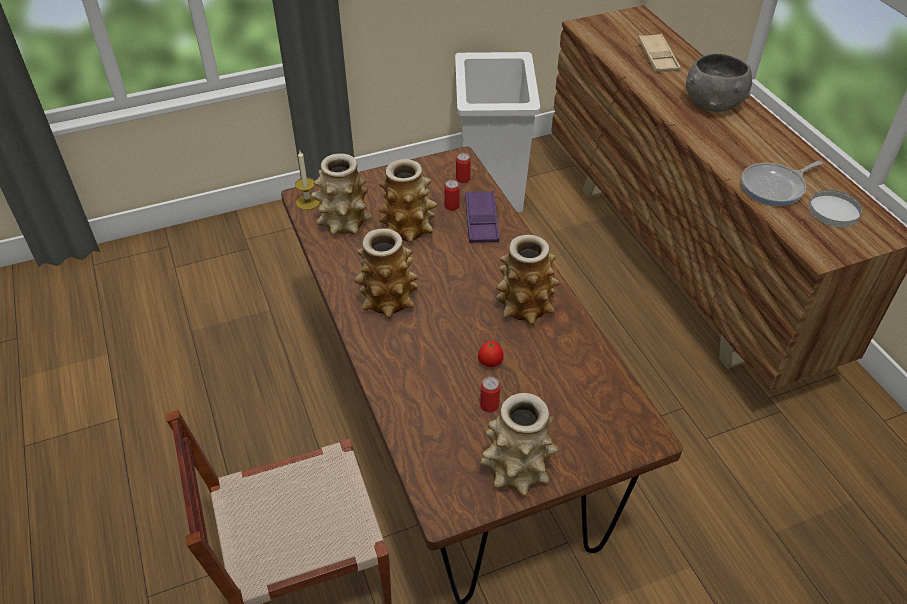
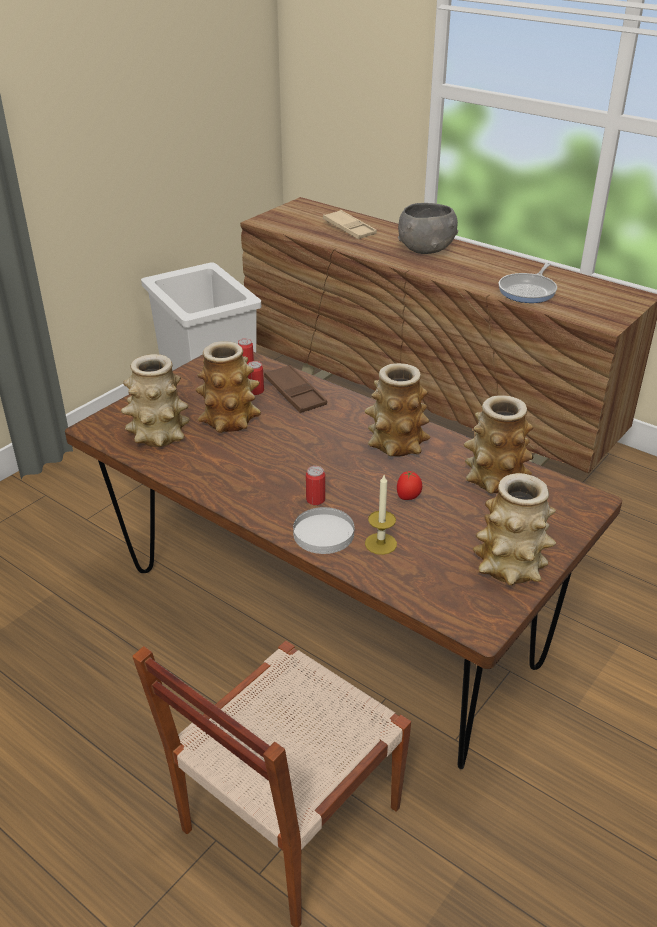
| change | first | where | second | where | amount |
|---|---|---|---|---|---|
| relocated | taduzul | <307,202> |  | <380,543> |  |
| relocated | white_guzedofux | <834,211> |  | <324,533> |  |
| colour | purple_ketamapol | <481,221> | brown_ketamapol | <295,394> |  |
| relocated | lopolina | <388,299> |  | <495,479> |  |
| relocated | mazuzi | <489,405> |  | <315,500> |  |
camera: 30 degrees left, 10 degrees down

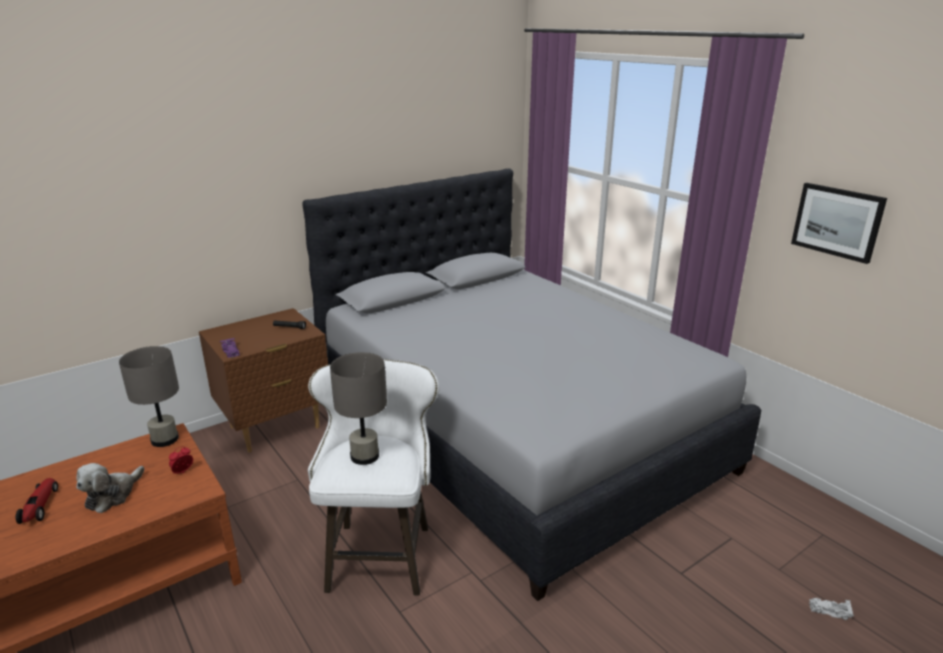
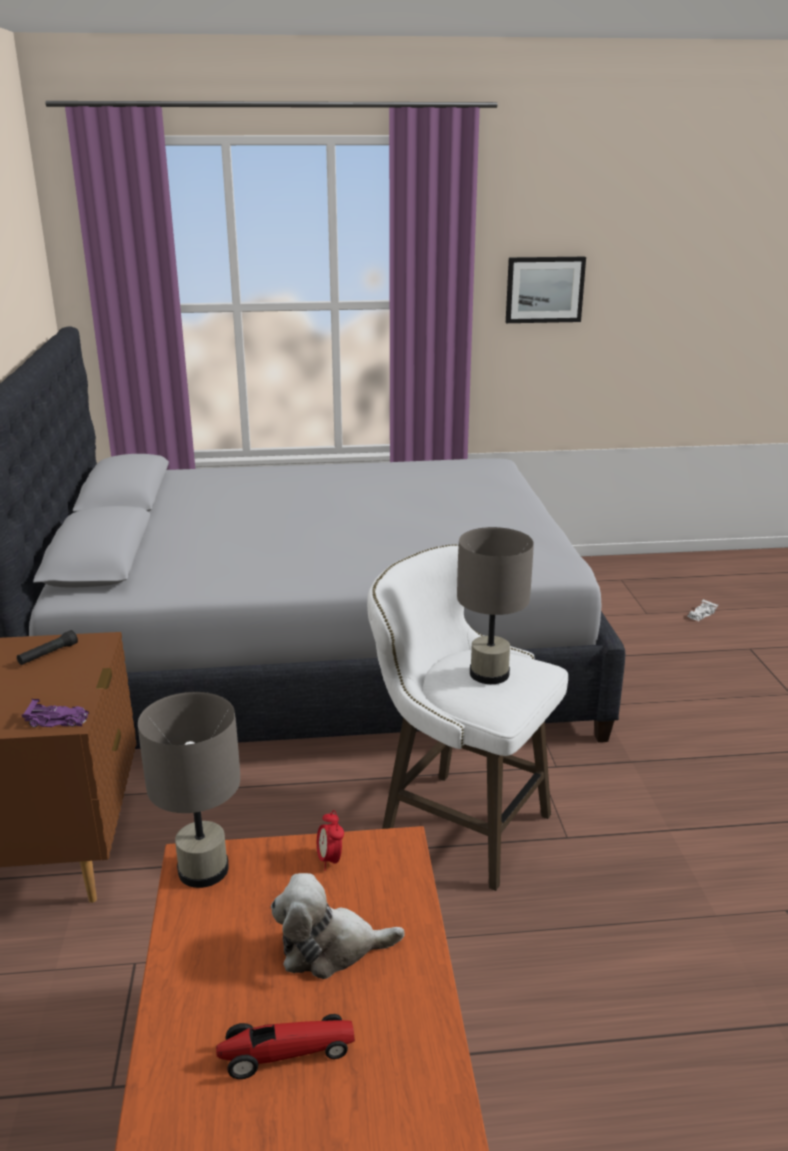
| change | first | where | second | where | amount |
|---|---|---|---|---|---|
| spun | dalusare | <112,495> |  | <330,948> | 120 degrees clockwise |
| spun | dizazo | <40,506> |  | <286,1053> | 150 degrees clockwise |
camera: 60 degrees left, 0 degrees up

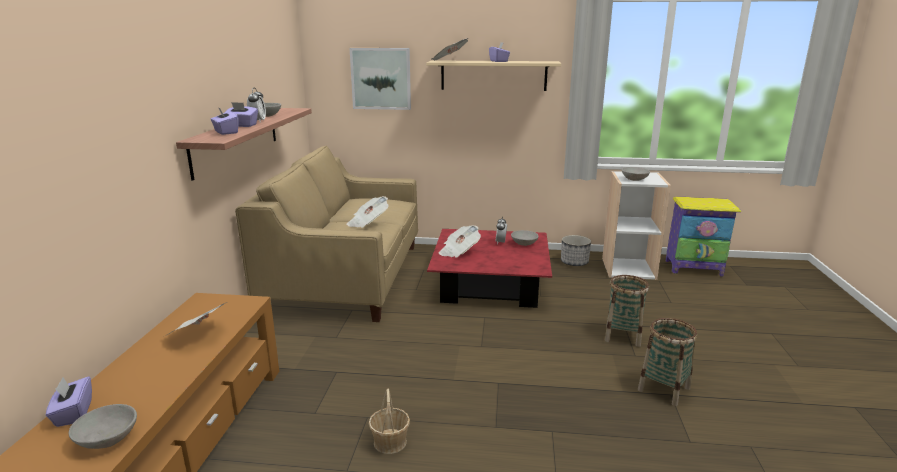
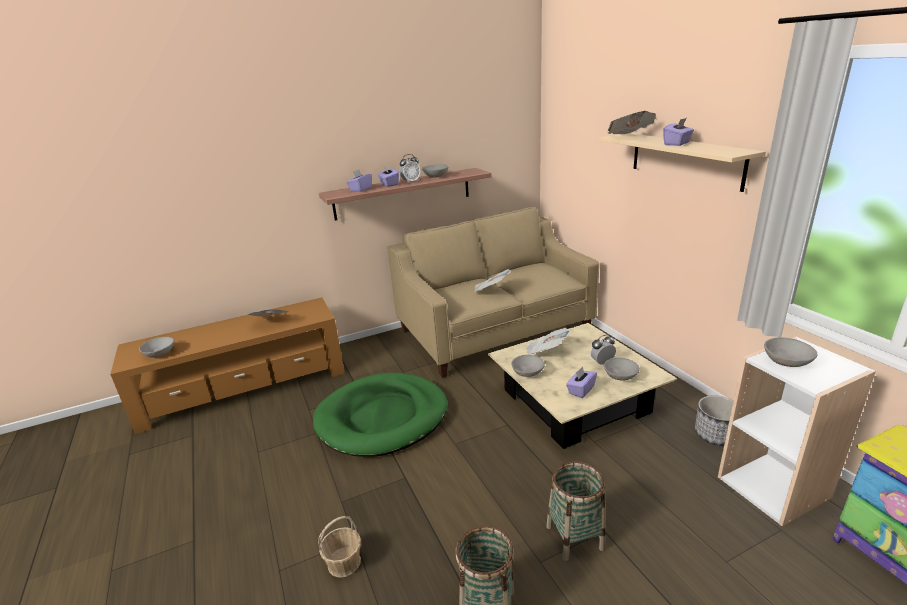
| change | first | where | second | where | amount |
|---|---|---|---|---|---|
| missing | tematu | <381,78> |  |  |  |
| colour | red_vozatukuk | <489,284> | beige_vozatukuk | <575,401> |  |
| relocated | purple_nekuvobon | <73,413> |  | <580,390> |  |
| relocated | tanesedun | <390,442> |  | <344,562> |  |
| appeared |  |  | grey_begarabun | <527,373> |  |
| appeared |  |  | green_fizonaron | <382,418> |  |
camera: 60 degrees right, 5 degrees up

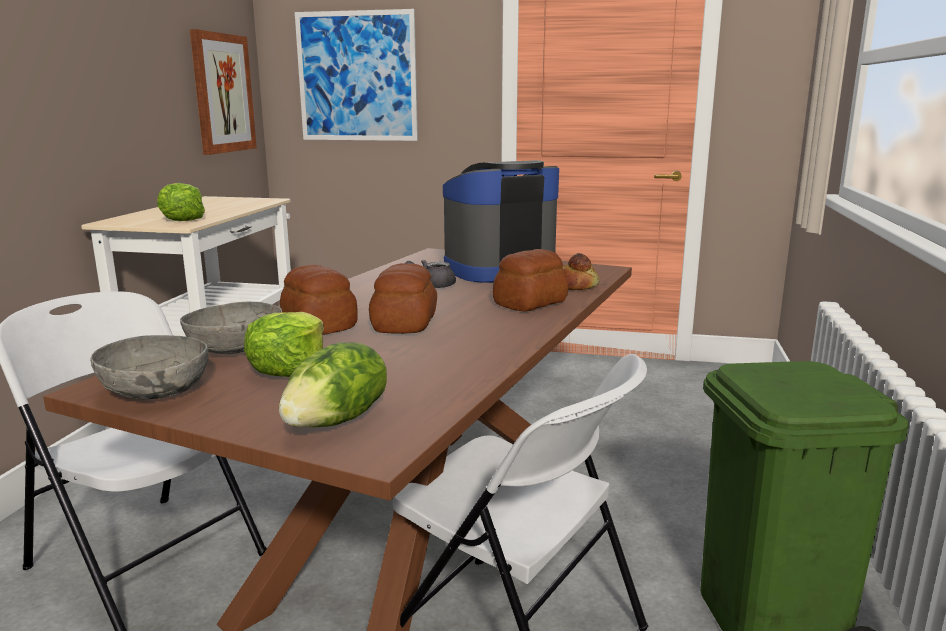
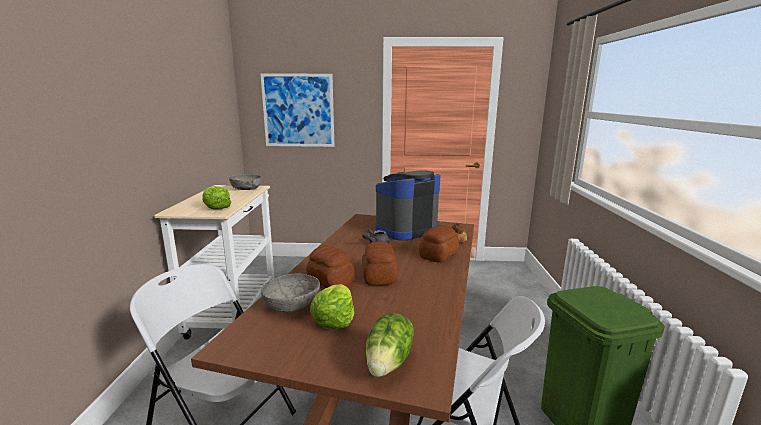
| change | first | where | second | where | amount |
|---|---|---|---|---|---|
| missing | tematu | <222,93> |  |  |  |
| relocated | grey_begarabun | <156,391> |  | <246,189> |  |
camera: 10 degrees left, 0 degrees up

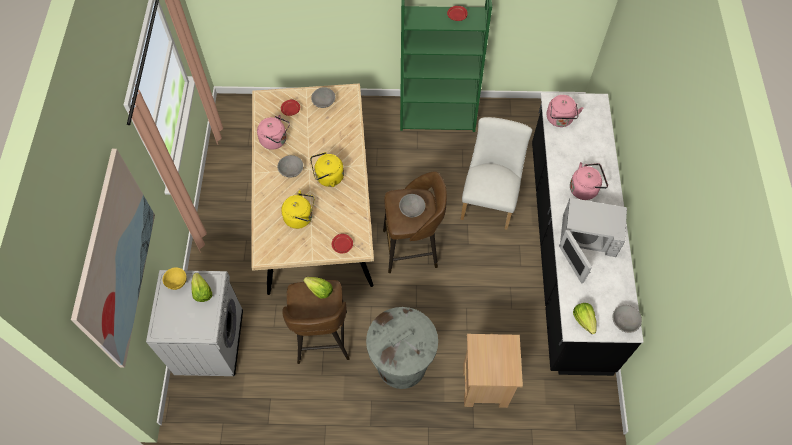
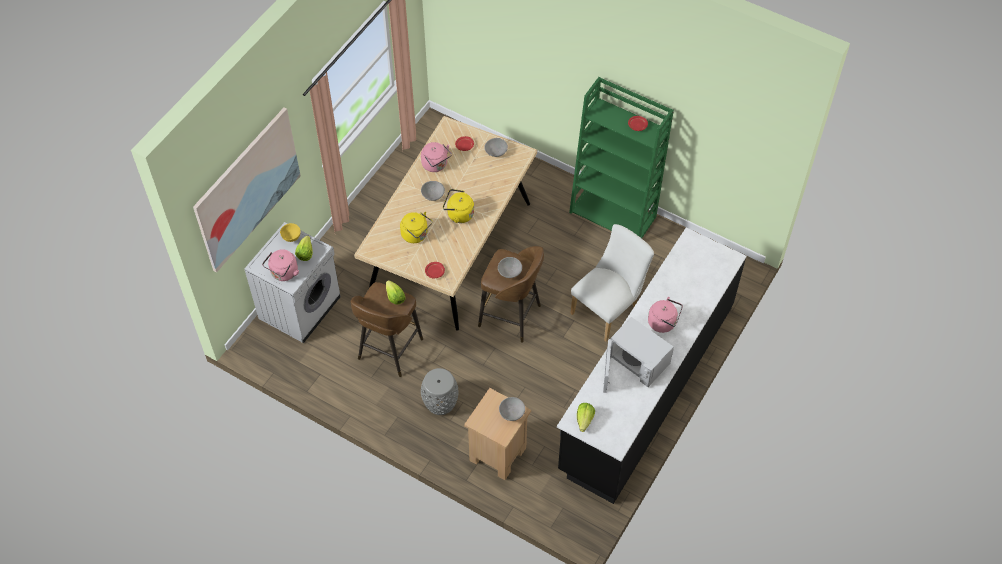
| change | first | where | second | where | amount |
|---|---|---|---|---|---|
| relocated | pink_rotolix | <560,120> |  | <283,273> |  |
| relocated | grey_begarabun | <624,322> |  | <511,413> |  |
| exchanged | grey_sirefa | <402,364> | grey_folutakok | <440,403> |  |
camera: 30 degrees right, 5 degrees down

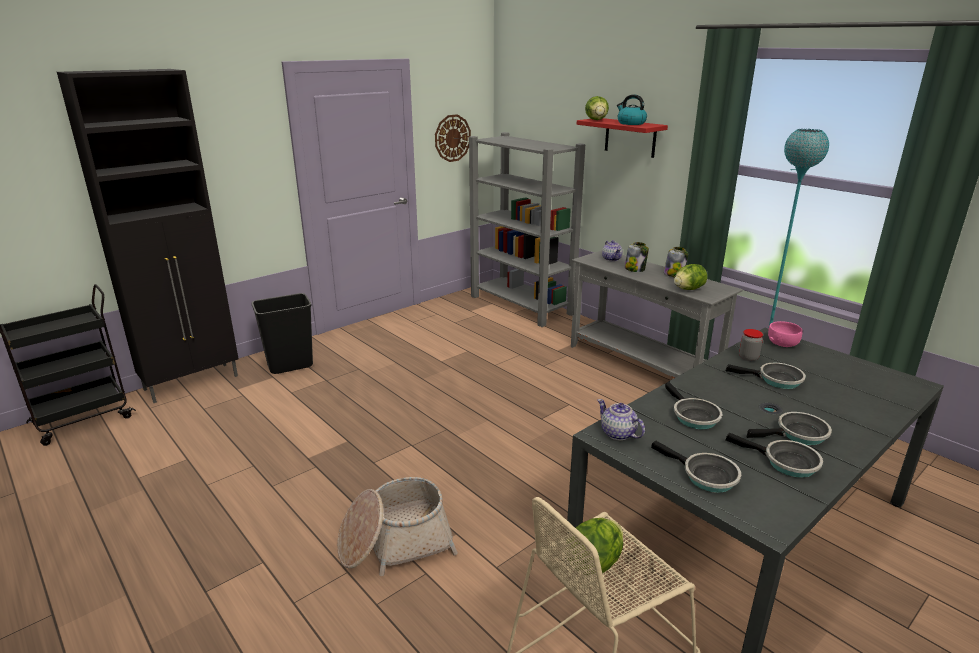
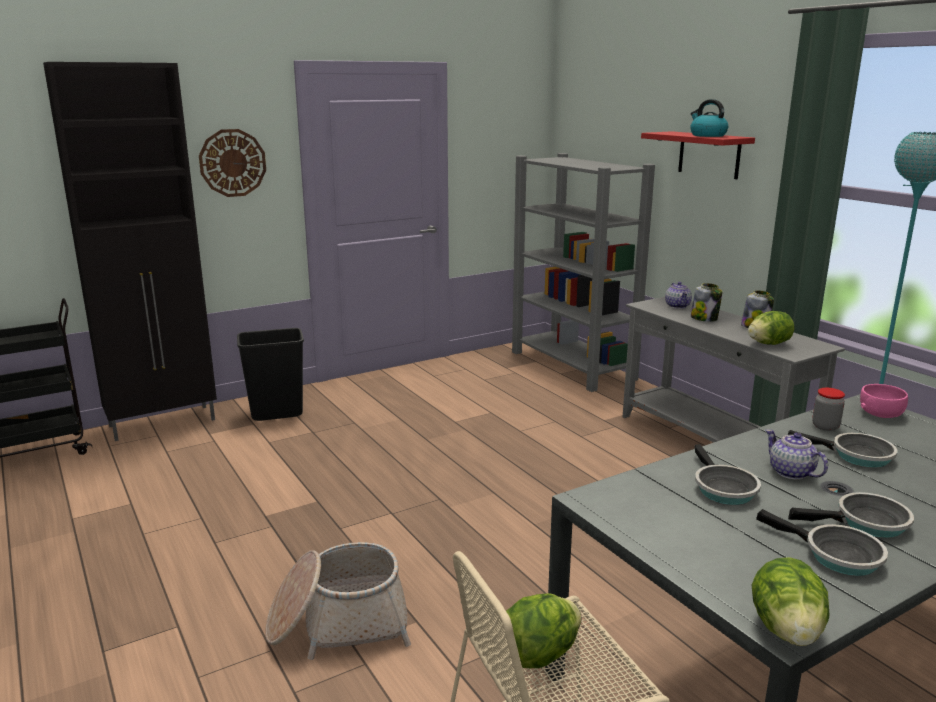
| change | first | where | second | where | amount |
|---|---|---|---|---|---|
| relocated | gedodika | <596,120> |  | <786,630> |  |
| relocated | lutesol | <452,138> |  | <232,163> |  |
| relocated | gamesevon | <618,434> |  | <791,473> |  |
| missing | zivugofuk | <705,476> |  |  |  |
camera: 10 degrees right, 5 degrees down

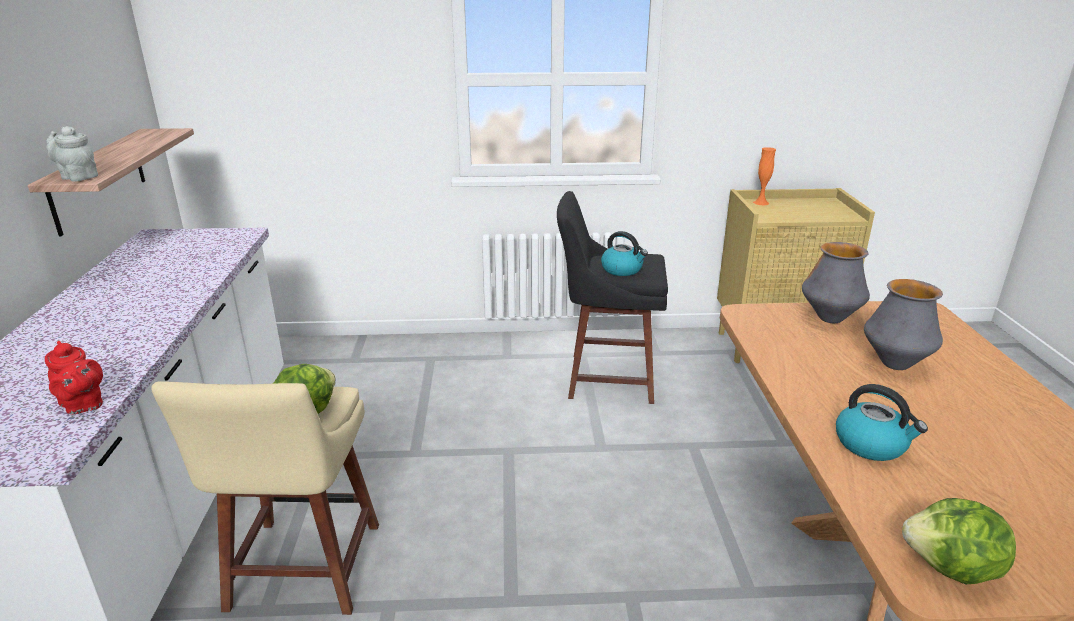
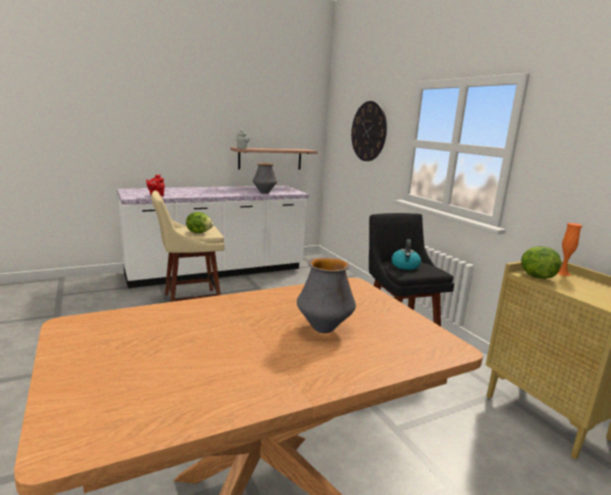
| change | first | where | second | where | amount |
|---|---|---|---|---|---|
| relocated | lopolina | <829,318> |  | <264,192> |  |
| missing | rotolix | <871,444> |  |  |  |
| relocated | gedodika | <951,569> |  | <535,276> |  |
| appeared |  |  | lutesol | <368,131> |  |
camera: 65 degrees right, 10 degrees down

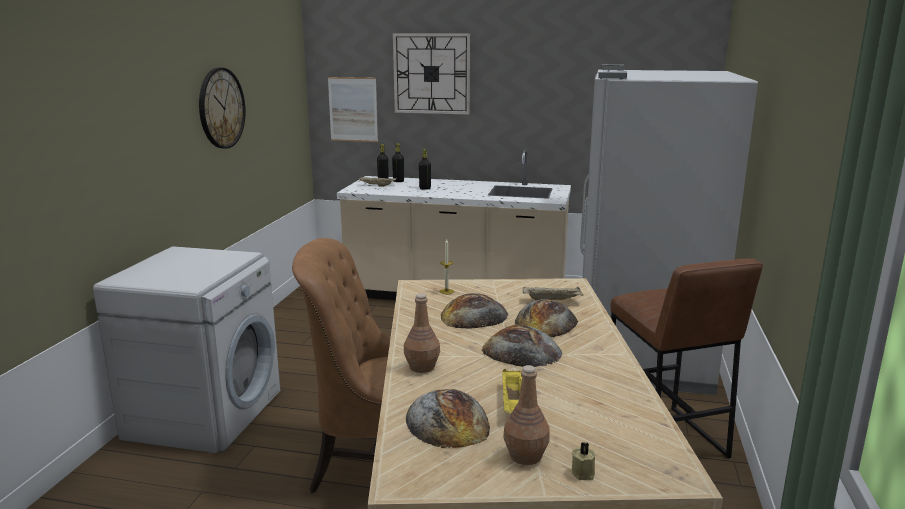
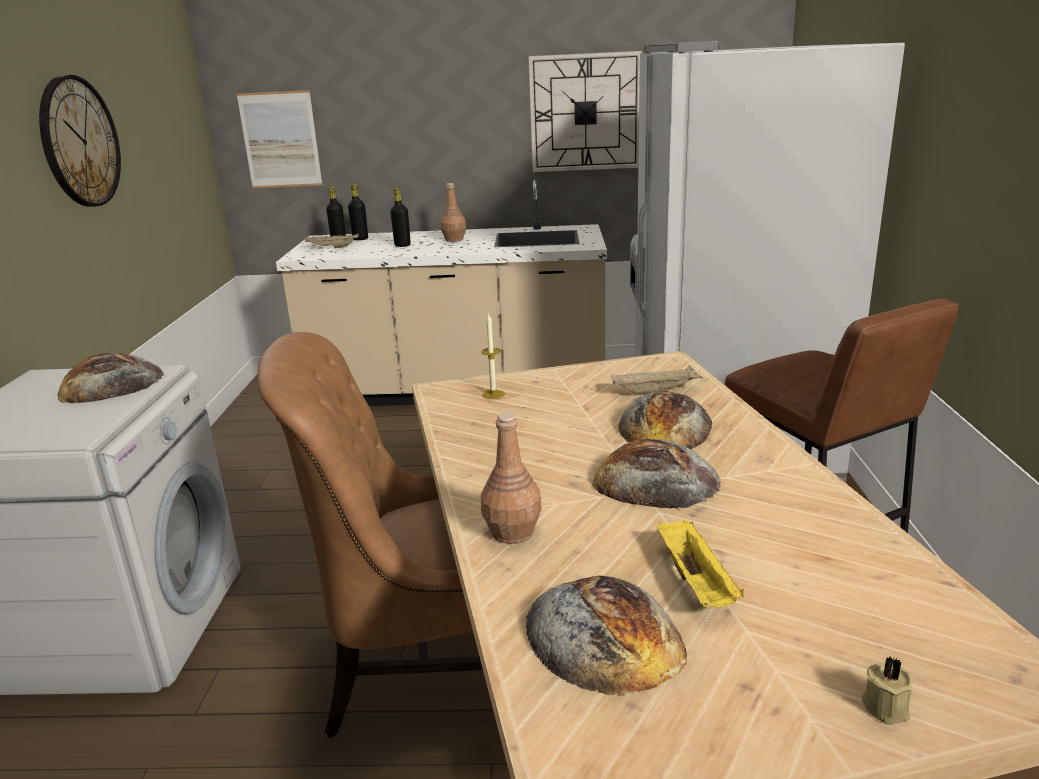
| change | first | where | second | where | amount |
|---|---|---|---|---|---|
| relocated | lutesol | <431,73> |  | <585,112> |  |
| relocated | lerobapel | <474,316> |  | <111,384> |  |
| relocated | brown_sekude | <525,456> |  | <454,239> |  |
camera: 10 degrees left, 5 degrees up

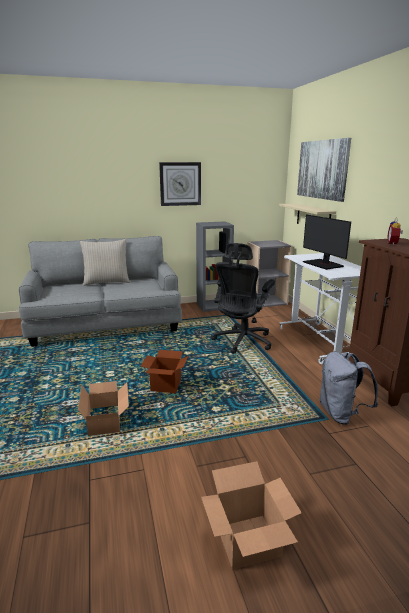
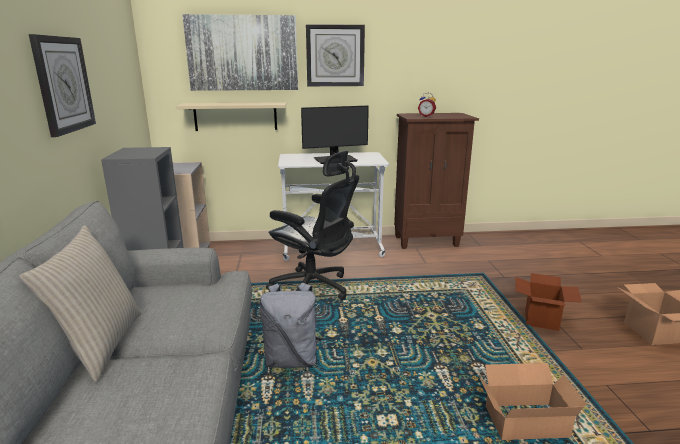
| change | first | where | second | where | amount |
|---|---|---|---|---|---|
| relocated | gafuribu | <166,386> |  | <541,319> |  |
| relocated | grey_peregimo | <341,414> |  | <292,360> |  |
| appeared |  |  | lutesol | <335,56> |  |
camera: 80 degrees left, 0 degrees up

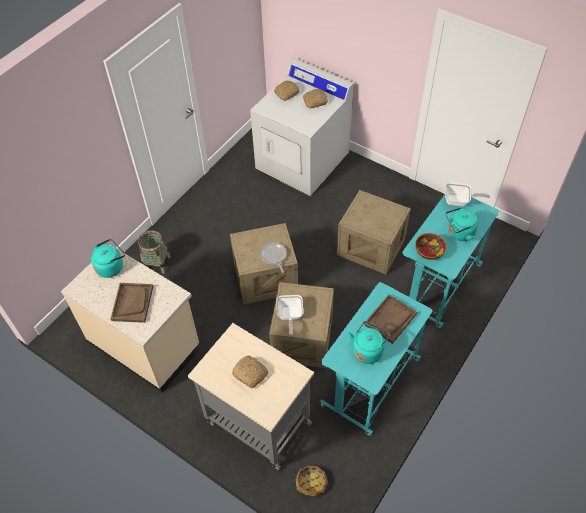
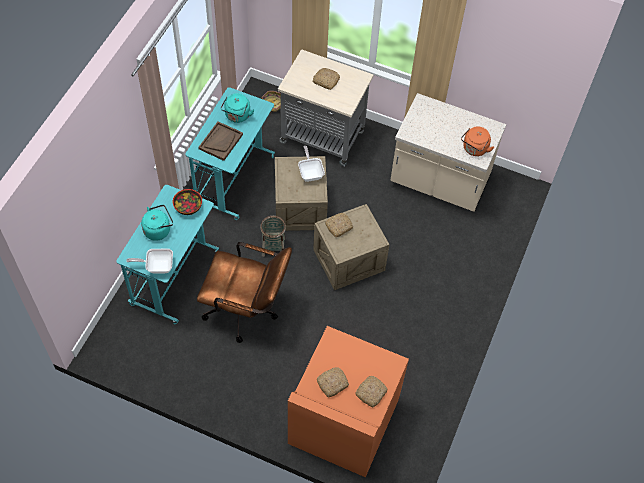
| change | first | where | second | where | amount |
|---|---|---|---|---|---|
| colour | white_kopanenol | <303,160> | orange_kopanenol | <343,420> |  |
| exchanged | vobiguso | <370,247> | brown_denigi | <247,310> |  |
| relocated | tanesedun | <157,263> |  | <273,247> |  |
| colour | turquoise_rotolix | <111,266> | orange_rotolix | <474,149> |  |
| exchanged | zivugofuk | <273,256> | lerobapel | <339,226> |  |
| missing | brown_ketamapol | <132,303> |  |  |  |
camera: 165 degrees right, 5 degrees up

